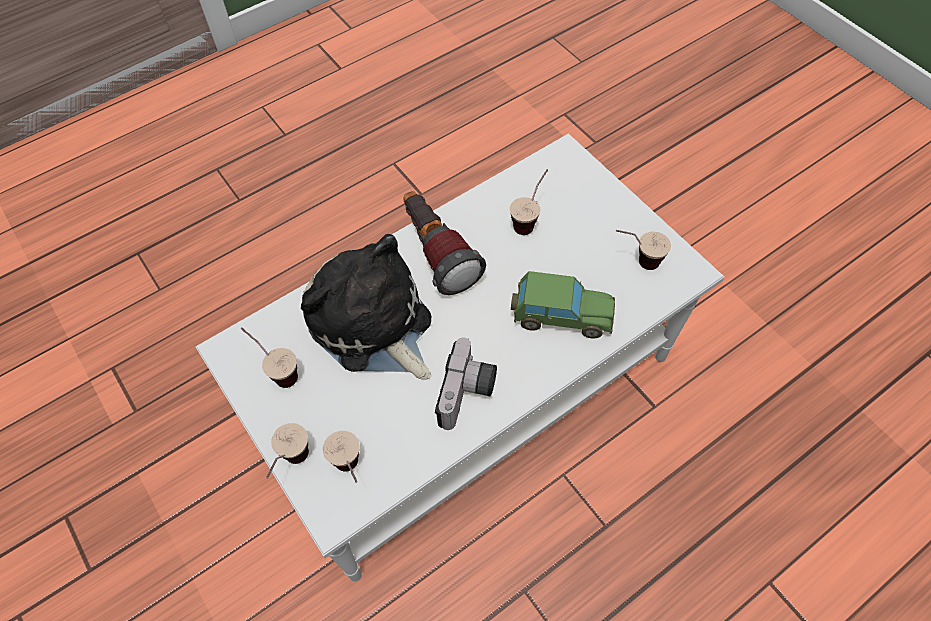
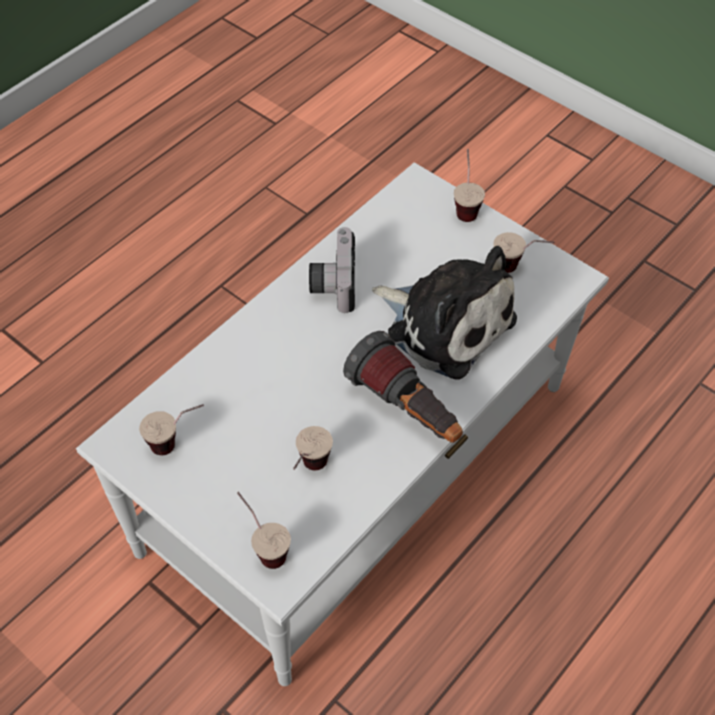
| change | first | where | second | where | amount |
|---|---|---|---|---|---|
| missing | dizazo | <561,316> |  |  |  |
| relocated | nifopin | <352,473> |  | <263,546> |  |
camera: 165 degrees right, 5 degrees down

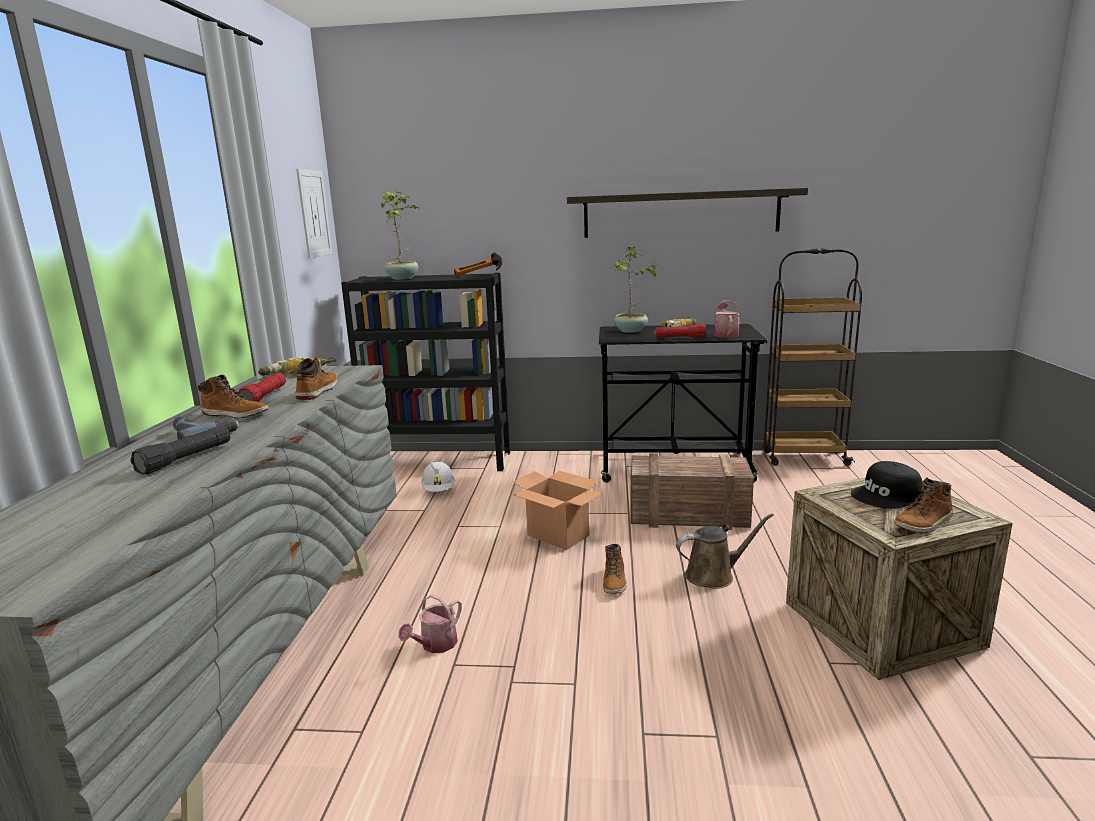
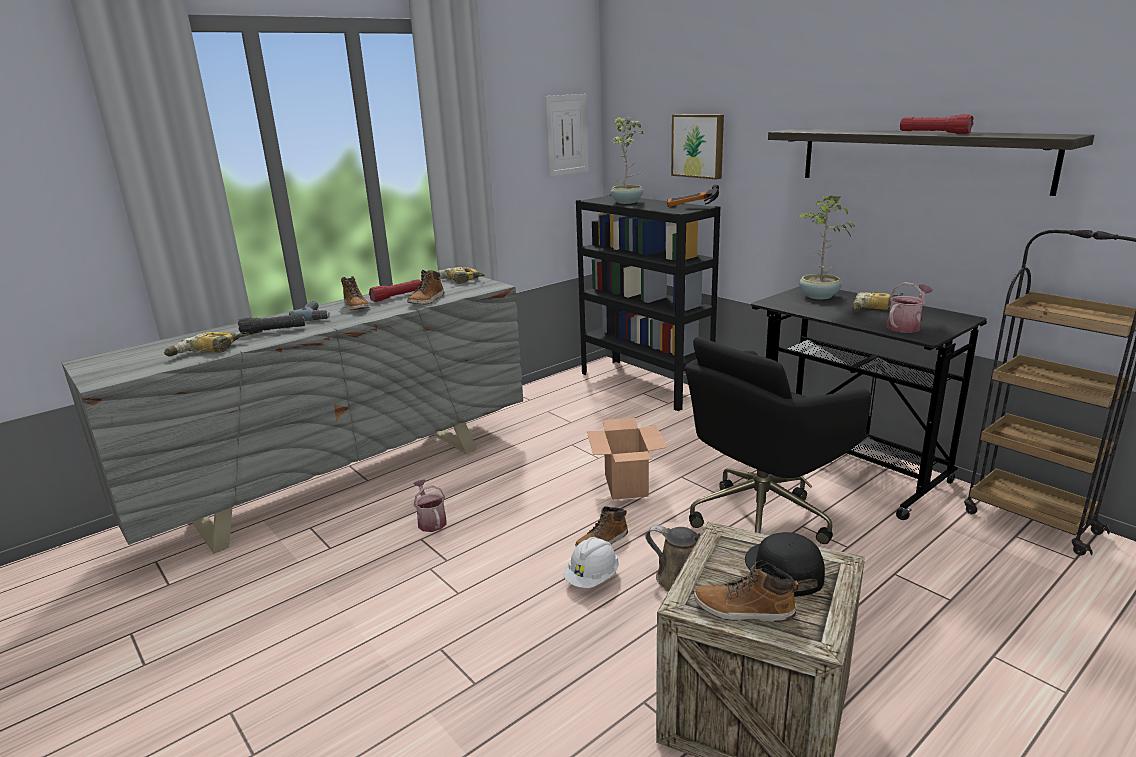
| change | first | where | second | where | amount |
|---|---|---|---|---|---|
| relocated | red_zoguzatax | <679,338> |  | <934,133> |  |
| spun | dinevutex | <317,392> |  | <427,300> | 150 degrees clockwise |
| exchanged | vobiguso | <686,515> | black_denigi | <763,519> |  |
| relocated | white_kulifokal | <439,490> |  | <592,578> |  |
| spun | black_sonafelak | <887,495> |  | <782,570> | 60 degrees clockwise |
| spun | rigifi | <435,645> |  | <430,521> | 75 degrees clockwise |
| appeared |  |  | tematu | <698,146> |  |
| appeared |  |  | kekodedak | <208,351> |  |
camera: 45 degrees right, 5 degrees up

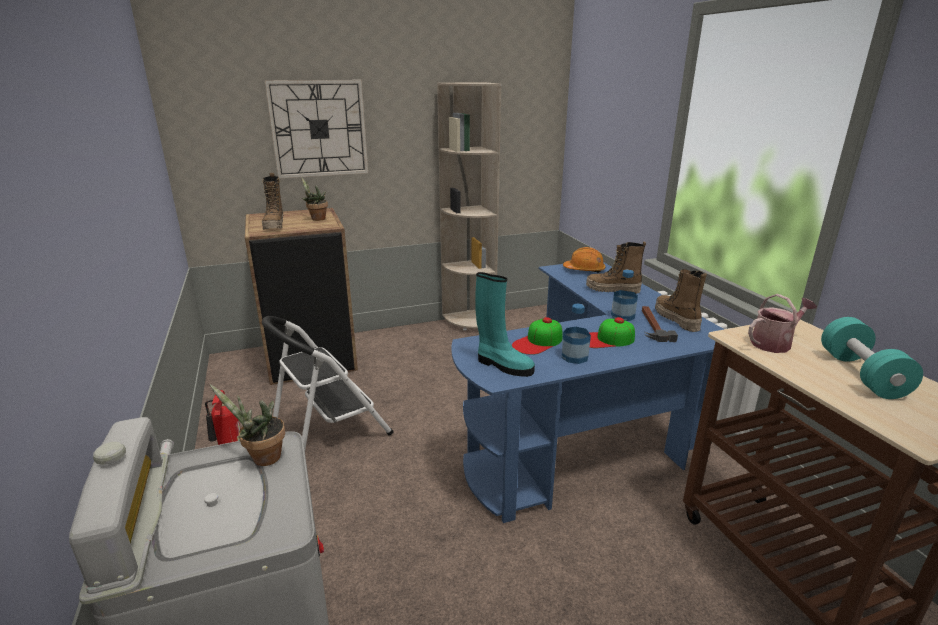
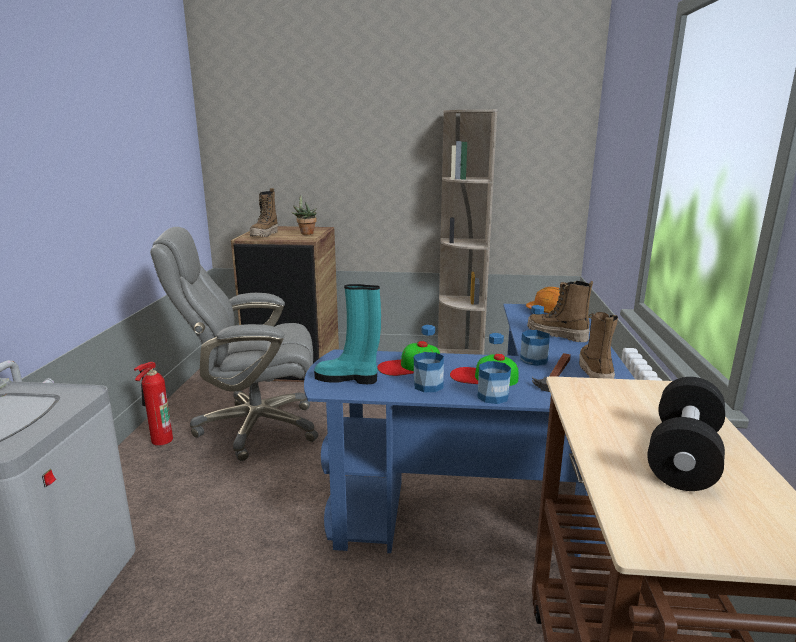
| change | first | where | second | where | amount |
|---|---|---|---|---|---|
| missing | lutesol | <319,129> |  |  |  |
| spun | turquoise_dinevutex | <503,365> |  | <348,378> | 135 degrees clockwise |
| missing | rigifi | <774,343> |  |  |  |
| exchanged | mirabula | <327,433> | grey_denigi | <253,428> |  |
| colour | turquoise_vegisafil | <861,374> | black_vegisafil | <683,456> |  |
| missing | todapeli | <262,458> |  |  |  |
| appeared |  |  | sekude | <492,396> |  |
camera: 25 degrees right, 5 degrees down

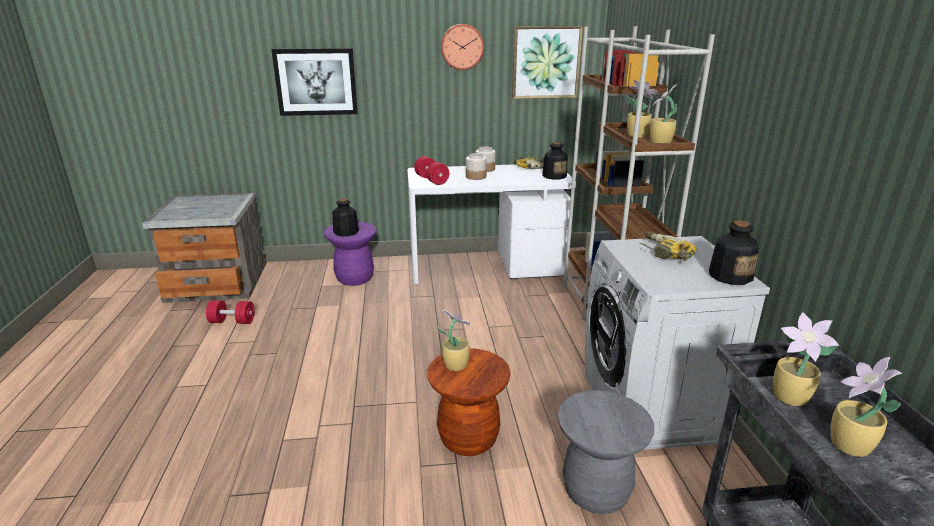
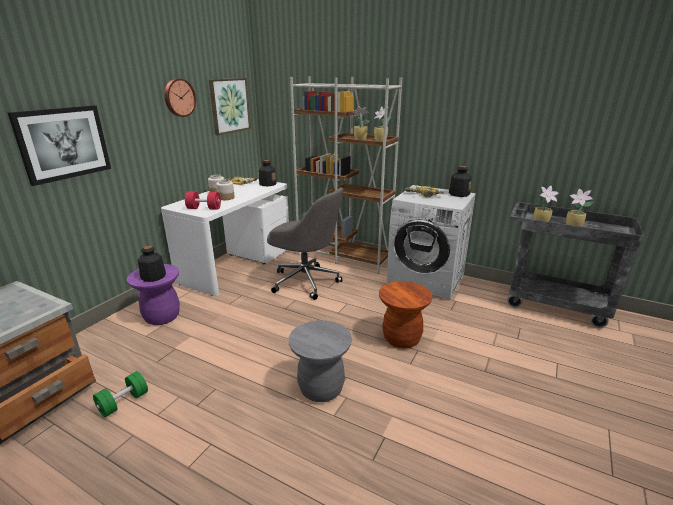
| change | first | where | second | where | amount |
|---|---|---|---|---|---|
| colour | red_vegisafil | <232,321> | green_vegisafil | <123,402> |  |
| missing | todapeli | <455,364> |  |  |  |
| relocated | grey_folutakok | <596,492> |  | <321,388> |  |
| appeared |  |  | grey_denigi | <306,282> |  |
camera: 55 degrees left, 0 degrees up

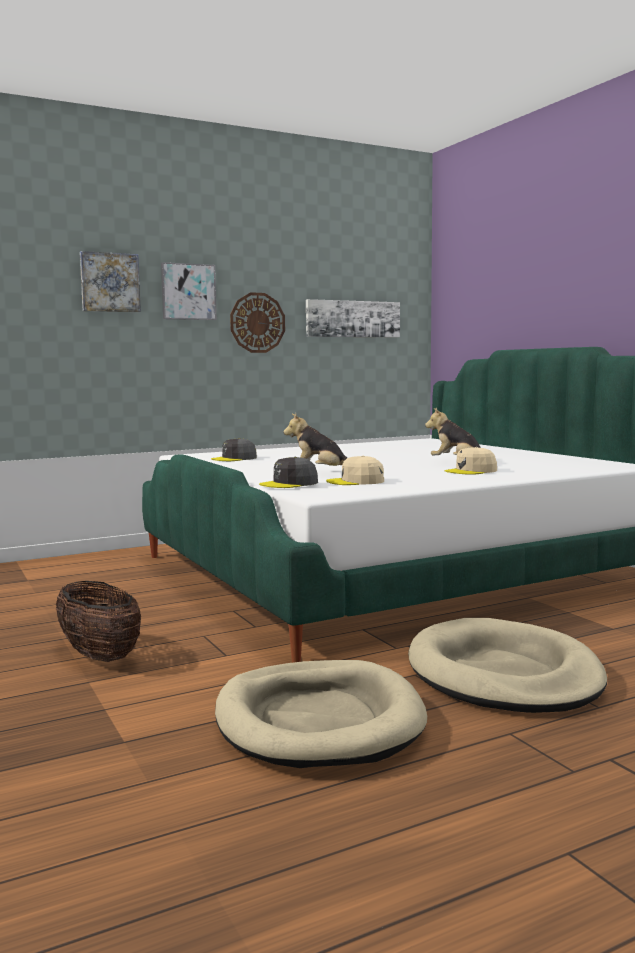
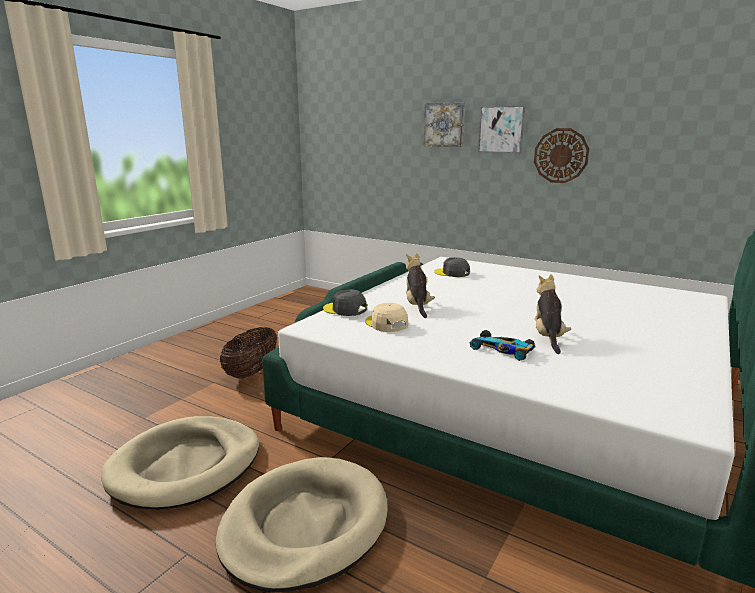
| change | first | where | second | where | amount |
|---|---|---|---|---|---|
| missing | tematu | <352,319> |  |  |  |
| exchanged | beige_sonafelak | <471,471> | dizazo | <503,350> |  |
camera: 60 degrees right, 10 degrees up

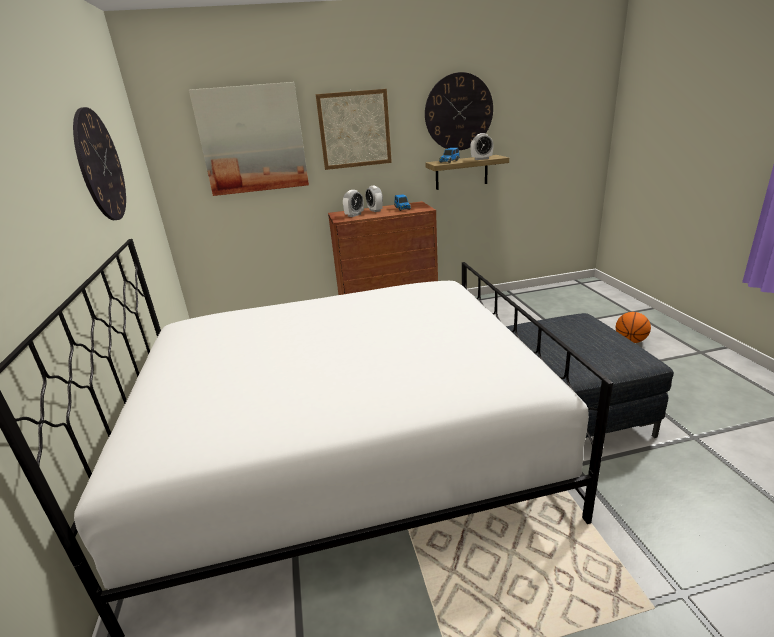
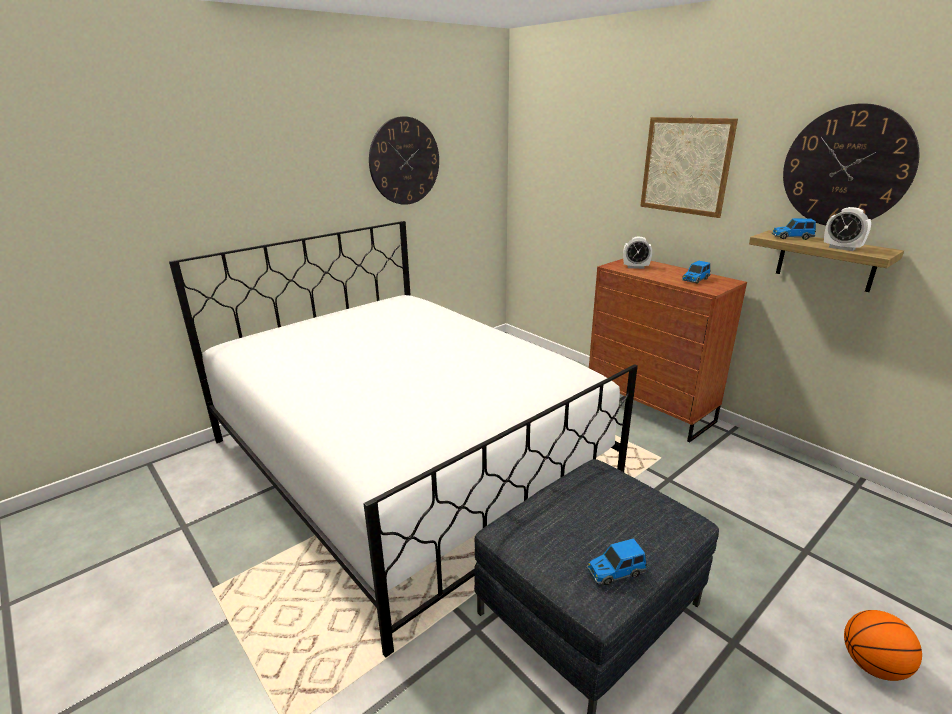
| change | first | where | second | where | amount |
|---|---|---|---|---|---|
| missing | tematu | <252,140> |  |  |  |
| missing | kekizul | <375,210> |  |  |  |
| appeared |  |  | dizazo | <615,571> |  |
camera: 60 degrees right, 0 degrees up

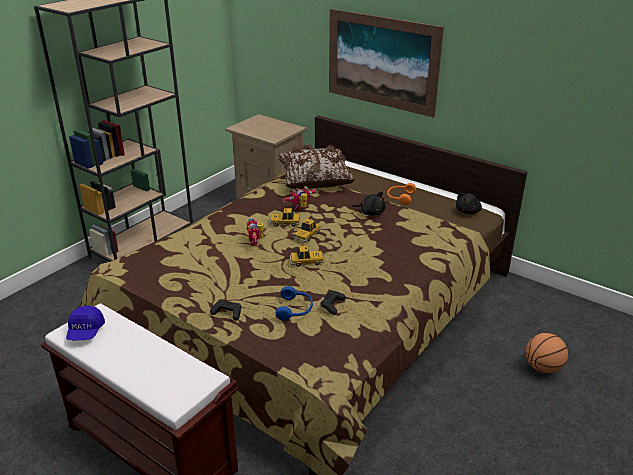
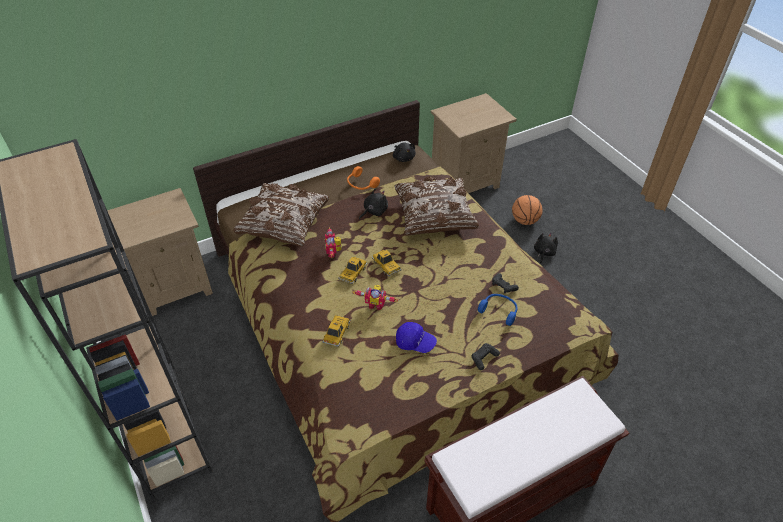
| change | first | where | second | where | amount |
|---|---|---|---|---|---|
| missing | tematu | <382,61> |  |  |  |
| relocated | dizazo | <306,261> |  | <336,333> |  |
| relocated | blue_sonafelak | <86,332> |  | <415,342> |  |
| appeared |  |  | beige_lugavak | <466,183> |  |
| appeared |  |  | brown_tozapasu | <434,217> |  |
| appeared |  |  | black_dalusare | <544,253> |  |
camera: 65 degrees left, 15 degrees up

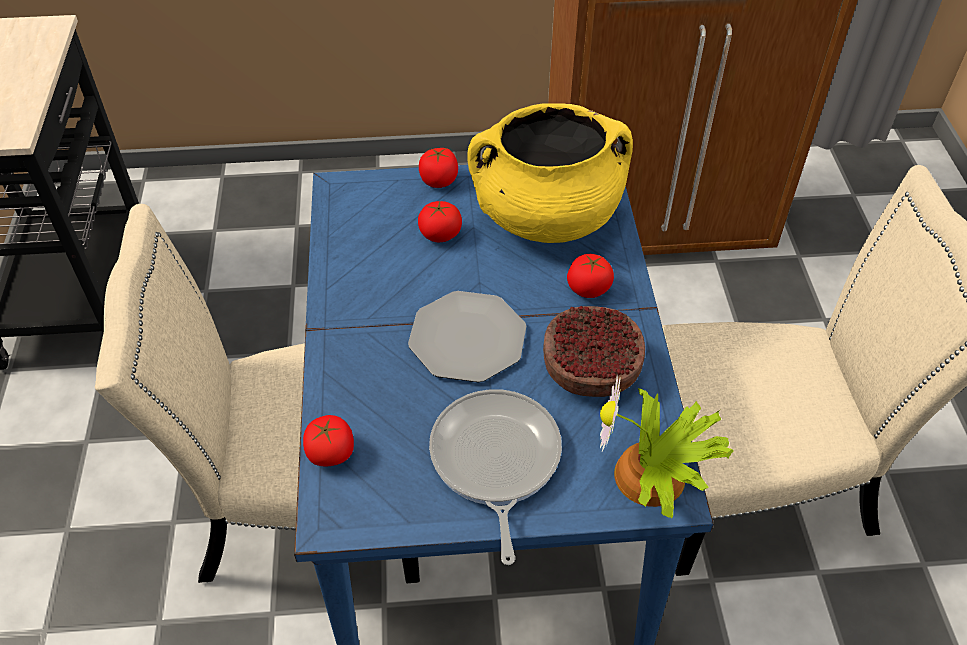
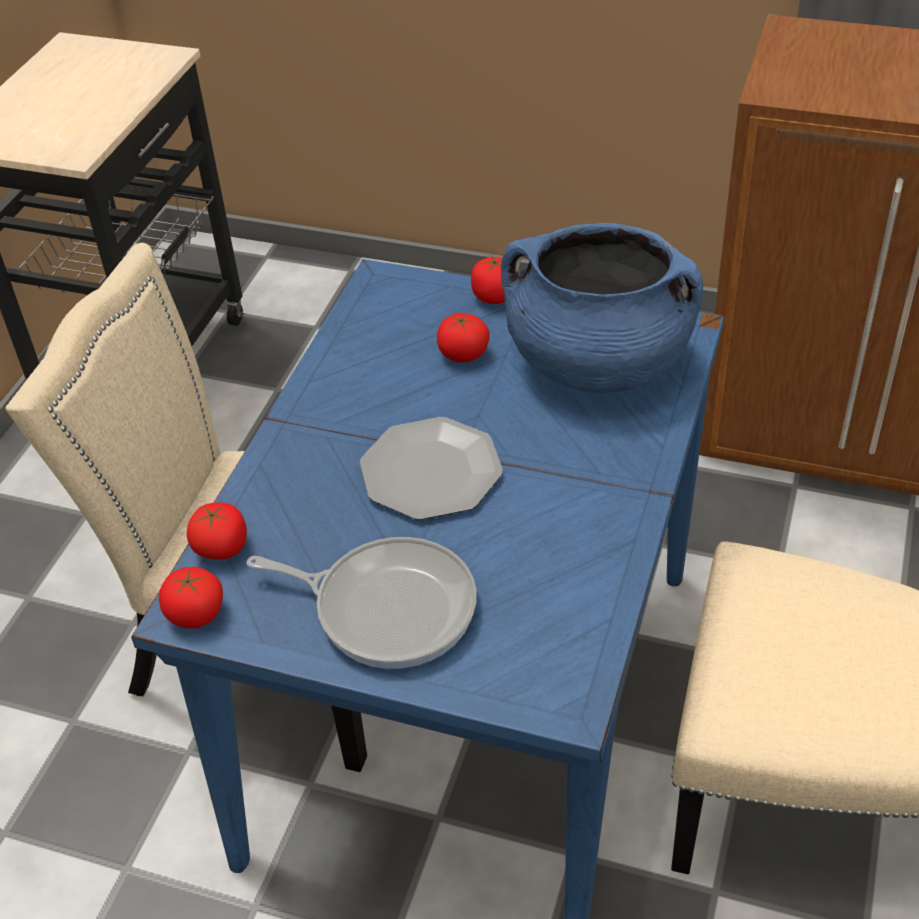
| change | first | where | second | where | amount |
|---|---|---|---|---|---|
| colour | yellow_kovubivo | <547,216> | blue_kovubivo | <597,363> |  |
| relocated | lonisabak | <588,288> |  | <195,614> |  |
| missing | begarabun | <592,368> |  |  |  |
| missing | todapeli | <653,479> |  |  |  |
| spun | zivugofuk | <494,461> |  | <388,607> | 90 degrees clockwise |
camera: 25 degrees right, 5 degrees down

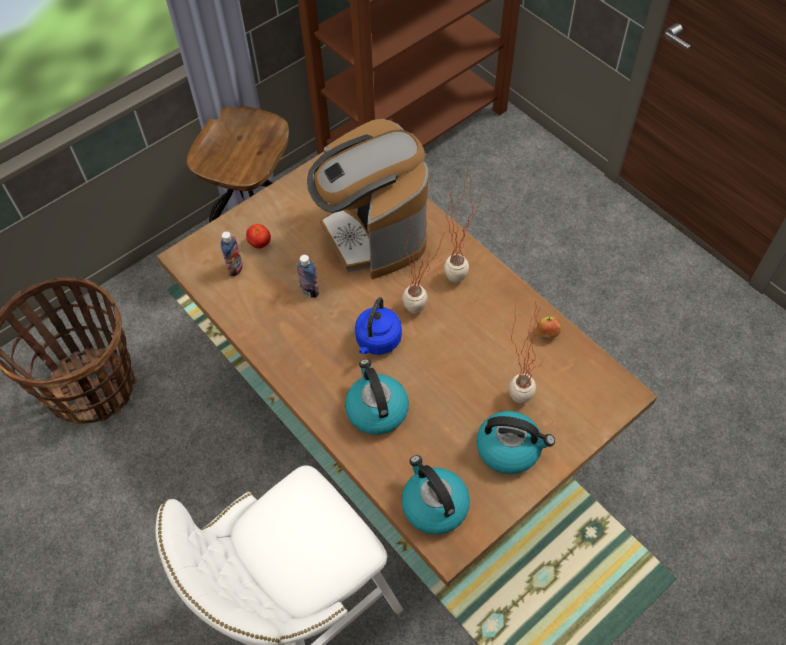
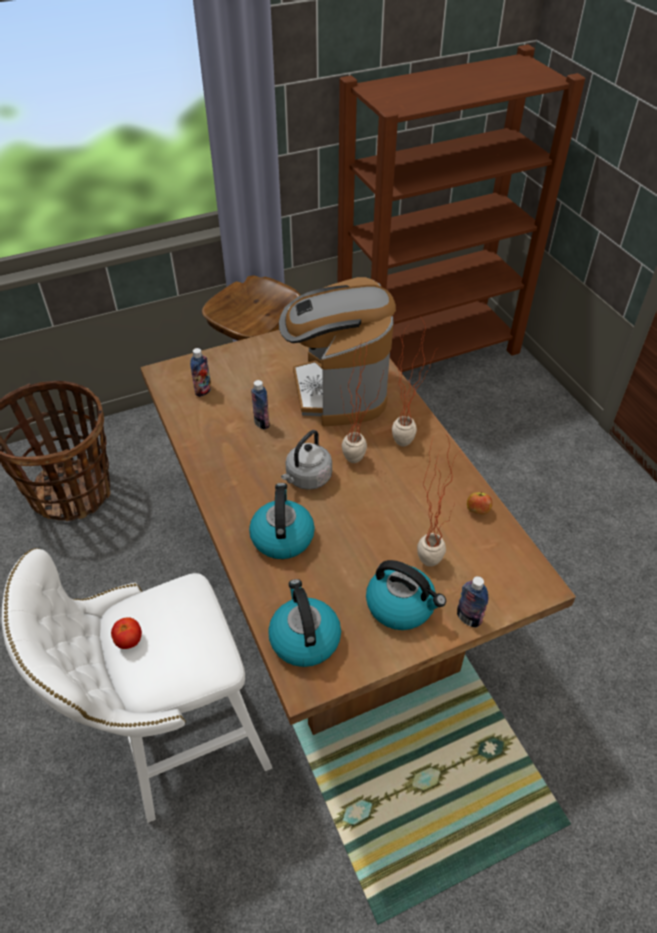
| change | first | where | second | where | amount |
|---|---|---|---|---|---|
| relocated | lonisabak | <260,243> |  | <129,640> |  |
| colour | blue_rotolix | <377,341> | grey_rotolix | <307,478> |  |
| appeared |  |  | sekude | <468,618> |  |
camera: 15 degrees right, 10 degrees down

